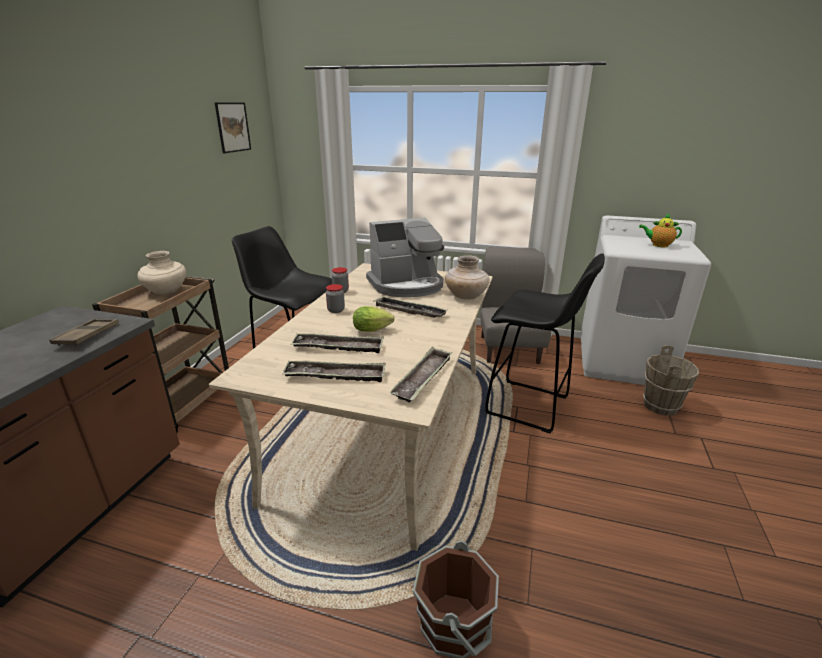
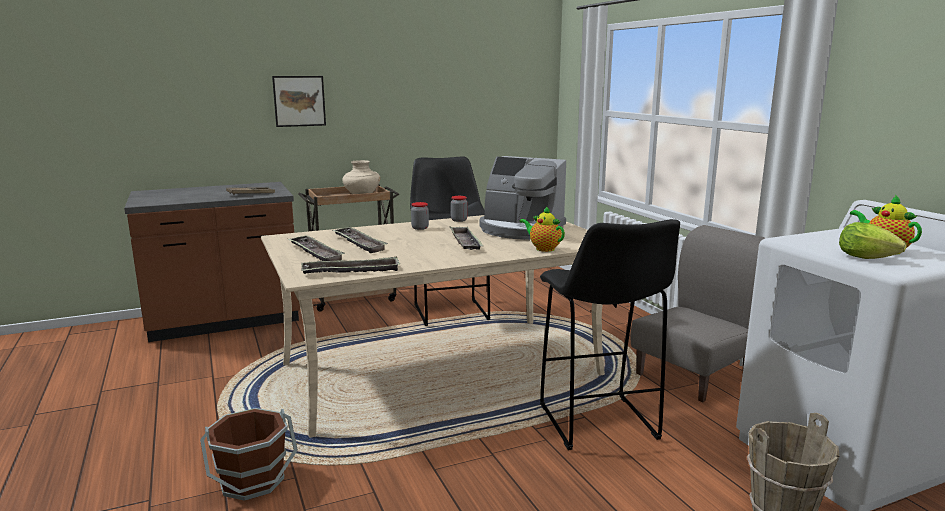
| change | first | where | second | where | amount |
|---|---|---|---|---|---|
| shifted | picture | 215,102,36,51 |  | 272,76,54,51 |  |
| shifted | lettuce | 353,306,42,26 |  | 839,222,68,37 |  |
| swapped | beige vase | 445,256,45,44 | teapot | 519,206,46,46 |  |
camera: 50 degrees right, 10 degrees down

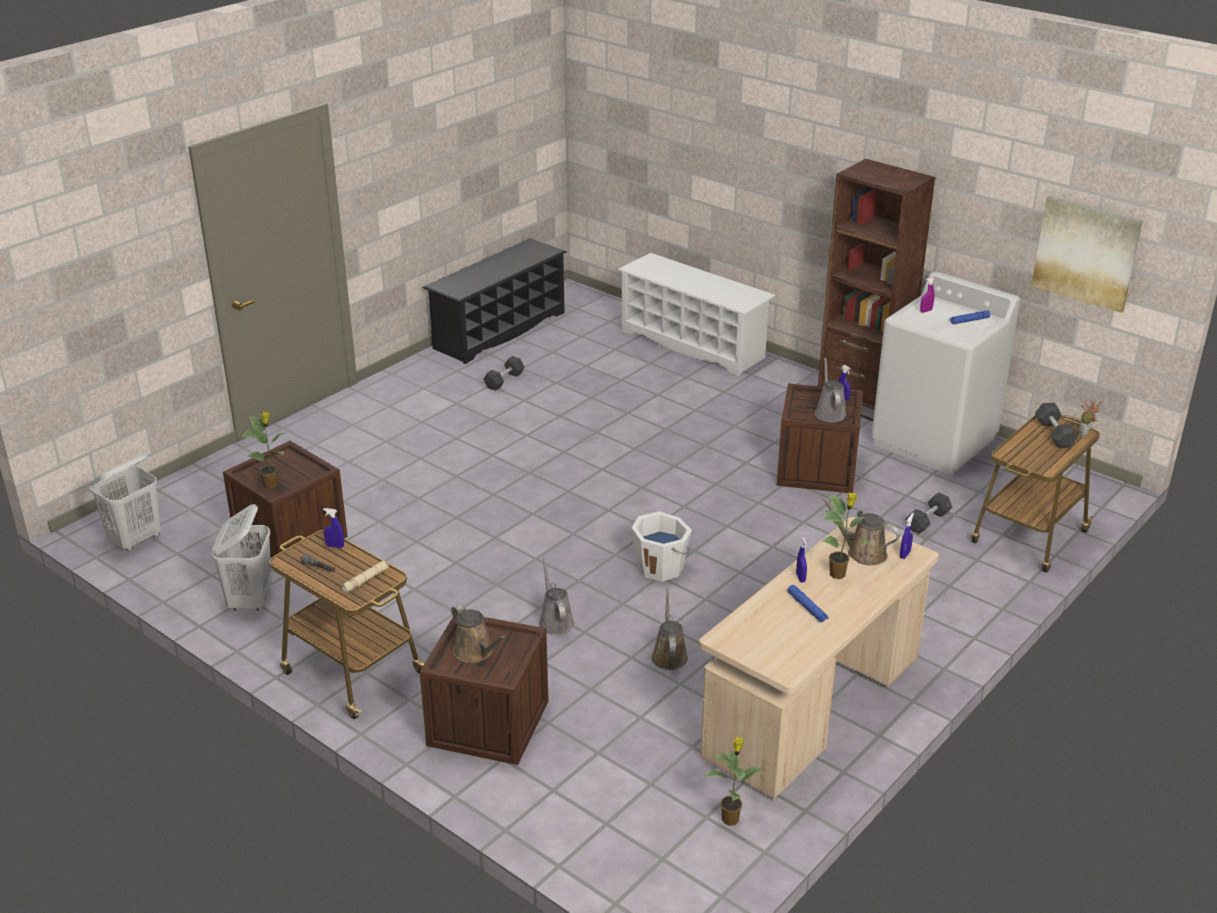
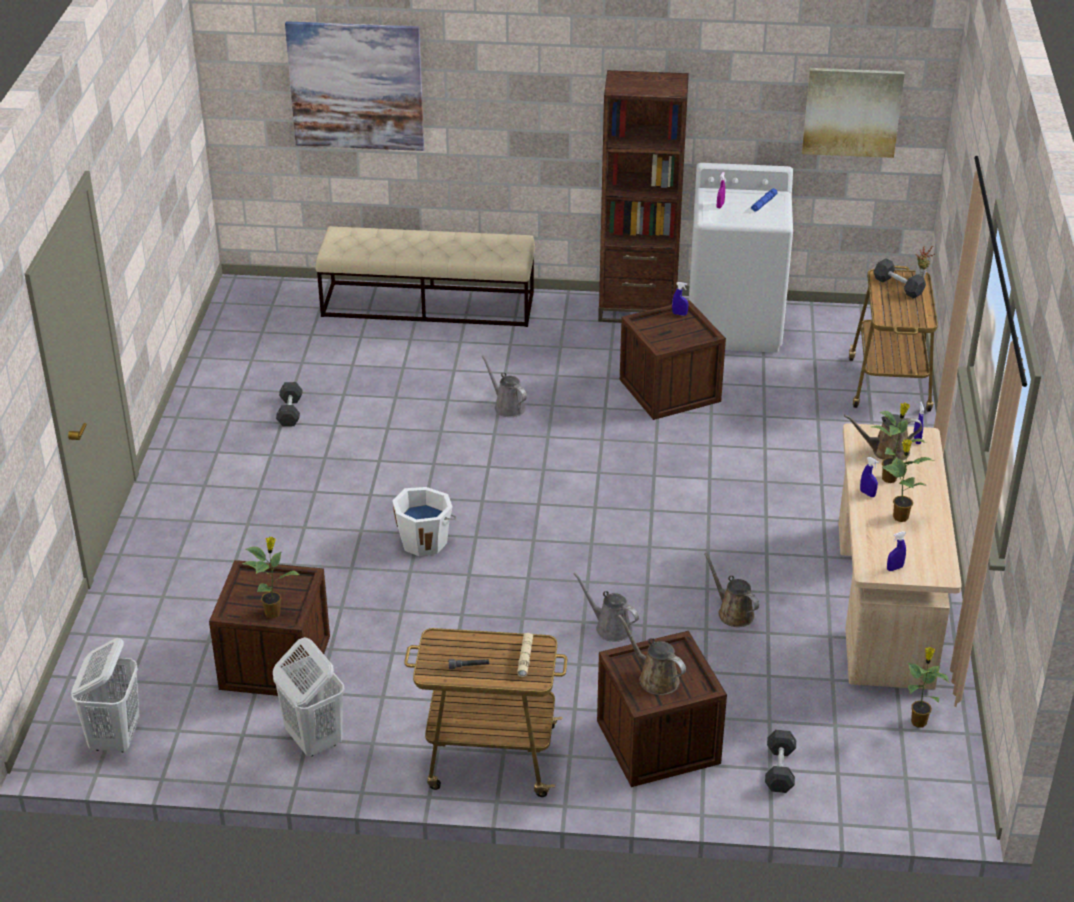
| change | first | where | second | where | amount |
|---|---|---|---|---|---|
| shifted | blue spray bottle | 323,508,21,40 |  | 887,531,19,40 |  |
| gone | black shoe rack | 422,238,145,126 |  |  |  |
| rotated | brown watering can | 451,604,55,59 |  | 618,615,68,80 | 150 degrees counterclockwise |
| swapped | white shoe rack | 618,253,157,123 | beige bench | 315,226,220,101 |  |
| shifted | white bucket | 632,511,60,71 |  | 392,487,64,69 |  |
| swapped | blue flashlight | 787,585,41,37 | potted plant | 882,439,52,83 |  |
| shifted | grey watering can | 815,357,31,65 |  | 482,355,45,62 |  |
| shifted | grey dumbbell | 906,492,46,42 |  | 765,730,31,63 |  |
| new |  |  | picture | 285,21,139,130 |  |
camera: 35 degrees left, 5 degrees up

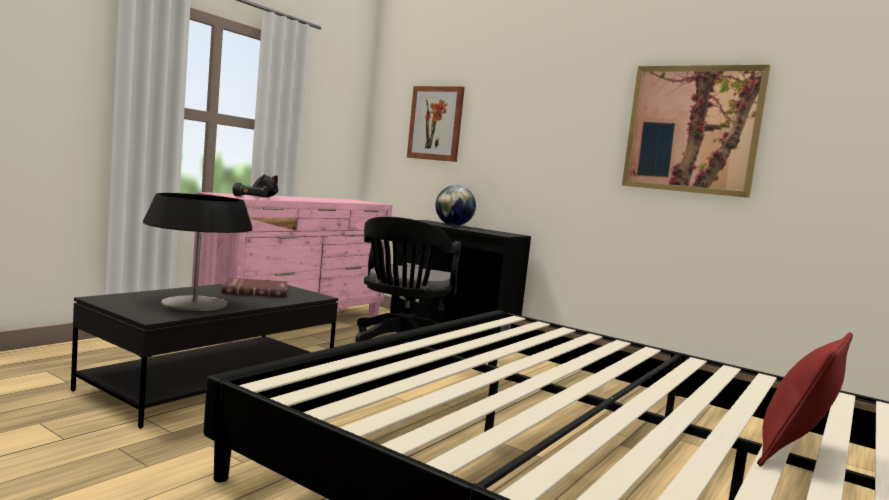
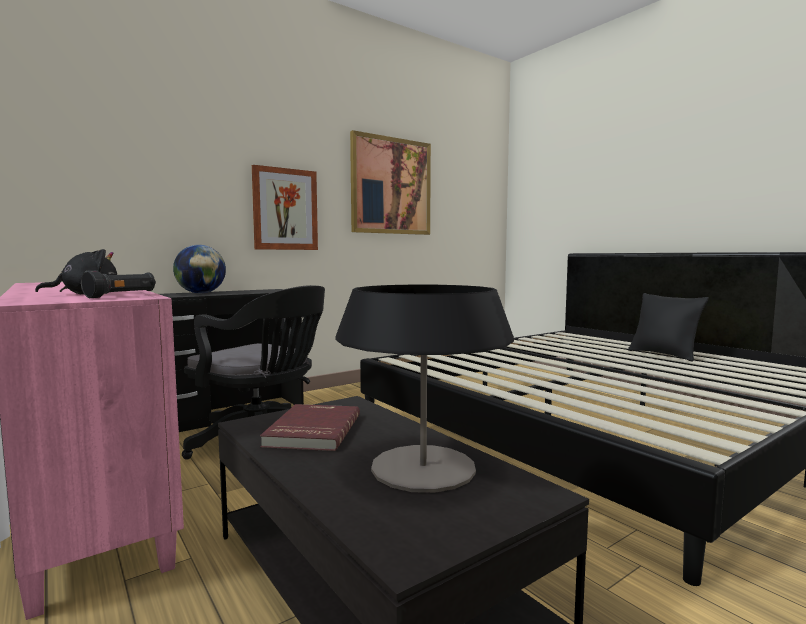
| change | first | where | second | where | amount |
|---|---|---|---|---|---|
| shifted | picture | 407,86,58,76 |  | 252,165,66,85 |  |
| repainted | red pillow | 757,332,96,134 | black pillow | 628,293,81,69 |  |
camera: 70 degrees left, 0 degrees up

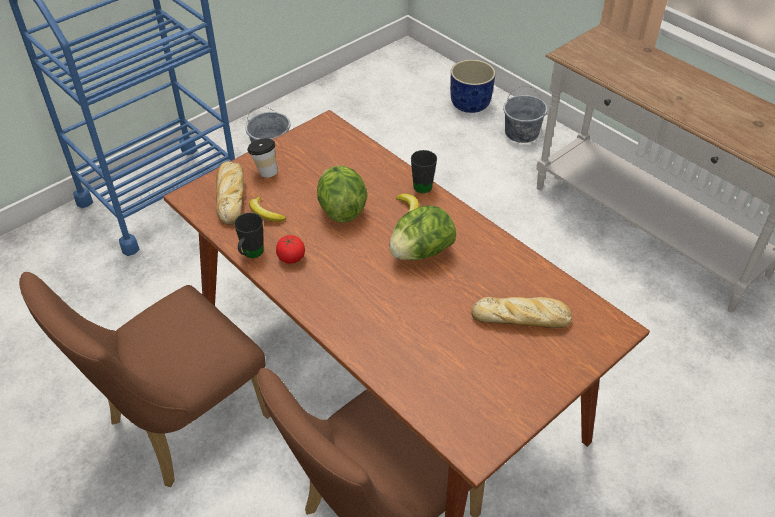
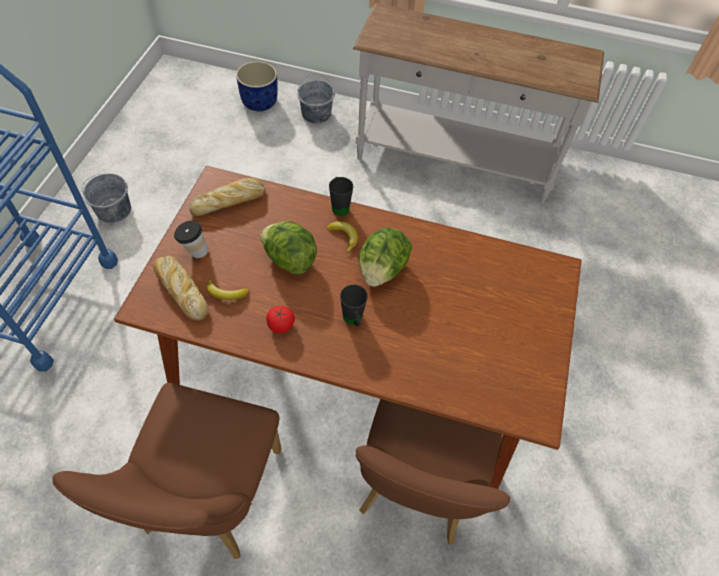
| change | first | where | second | where | amount |
|---|---|---|---|---|---|
| shifted | black mug | 234,213,29,45 |  | 340,285,28,41 |  |
| shifted | bread | 471,297,101,31 |  | 189,177,76,39 |  |
camera: 35 degrees left, 10 degrees up

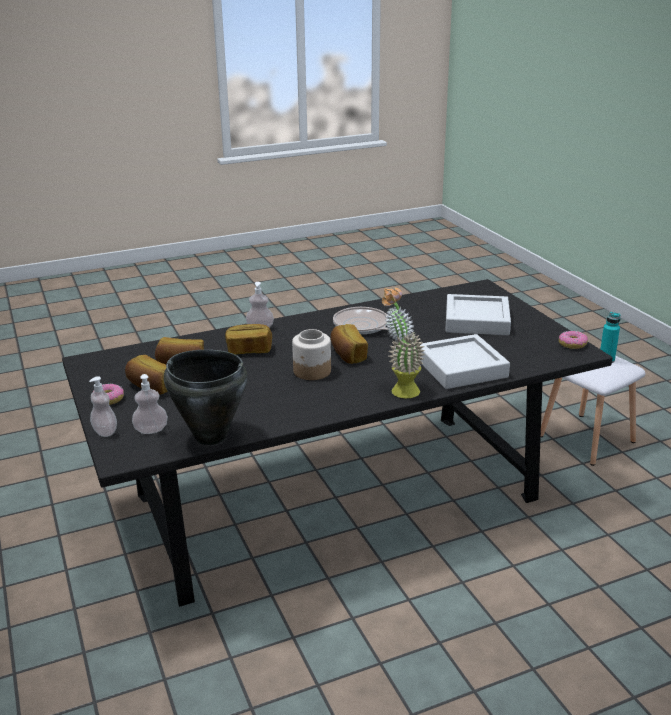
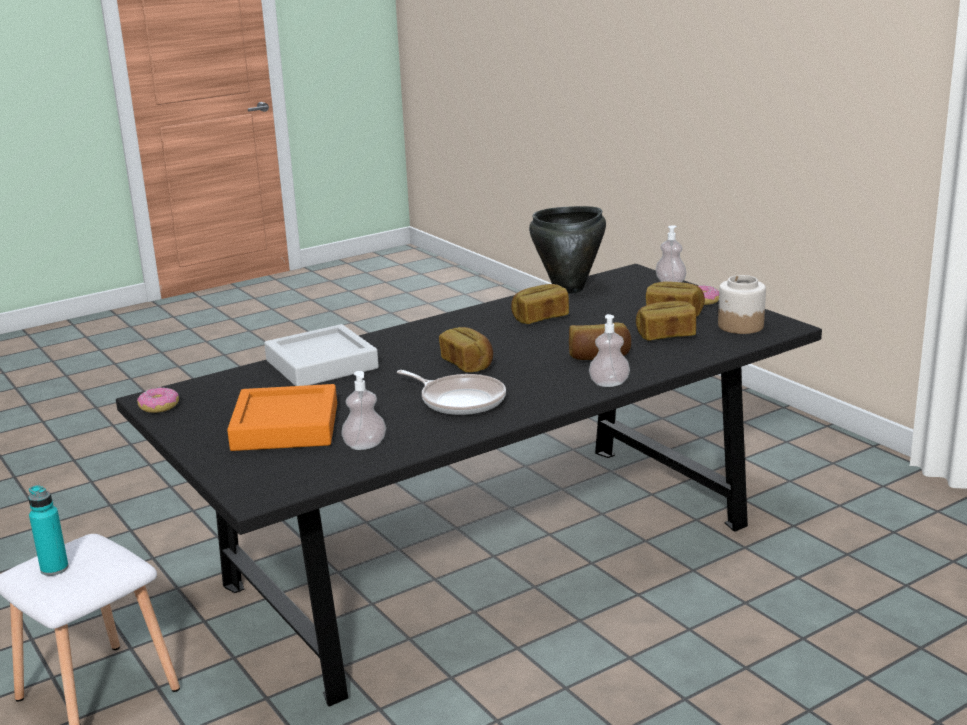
| change | first | where | second | where | amount |
|---|---|---|---|---|---|
| shifted | soap dispenser | 132,374,36,60 |  | 341,371,45,79 |  |
| shifted | jar | 292,329,39,51 |  | 718,275,48,59 |  |
| gone | potted plant | 382,288,43,110 |  |  |  |
| repainted | grey tray | 445,294,66,41 | orange tray | 227,384,110,67 |  |
| new |  |  | bread | 511,284,58,40 |  |
camera: 170 degrees right, 5 degrees down

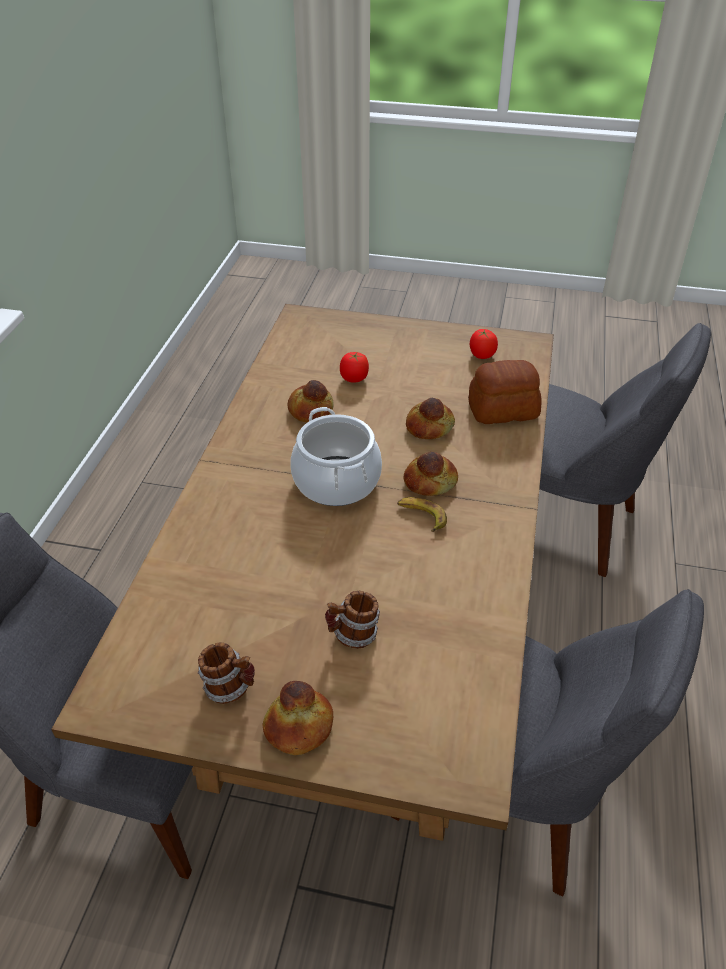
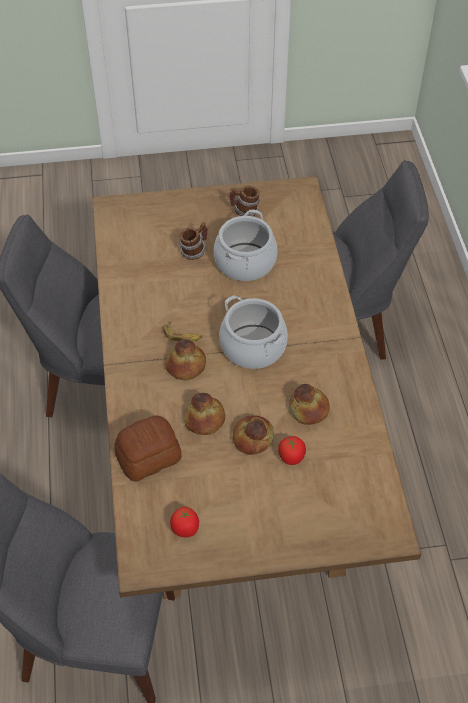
| change | first | where | second | where | amount |
|---|---|---|---|---|---|
| shifted | bread | 262,681,71,74 |  | 233,415,41,40 |  |
| new |  |  | cooking pot | 214,210,63,71 |  |
camera: 160 degrees right, 10 degrees up

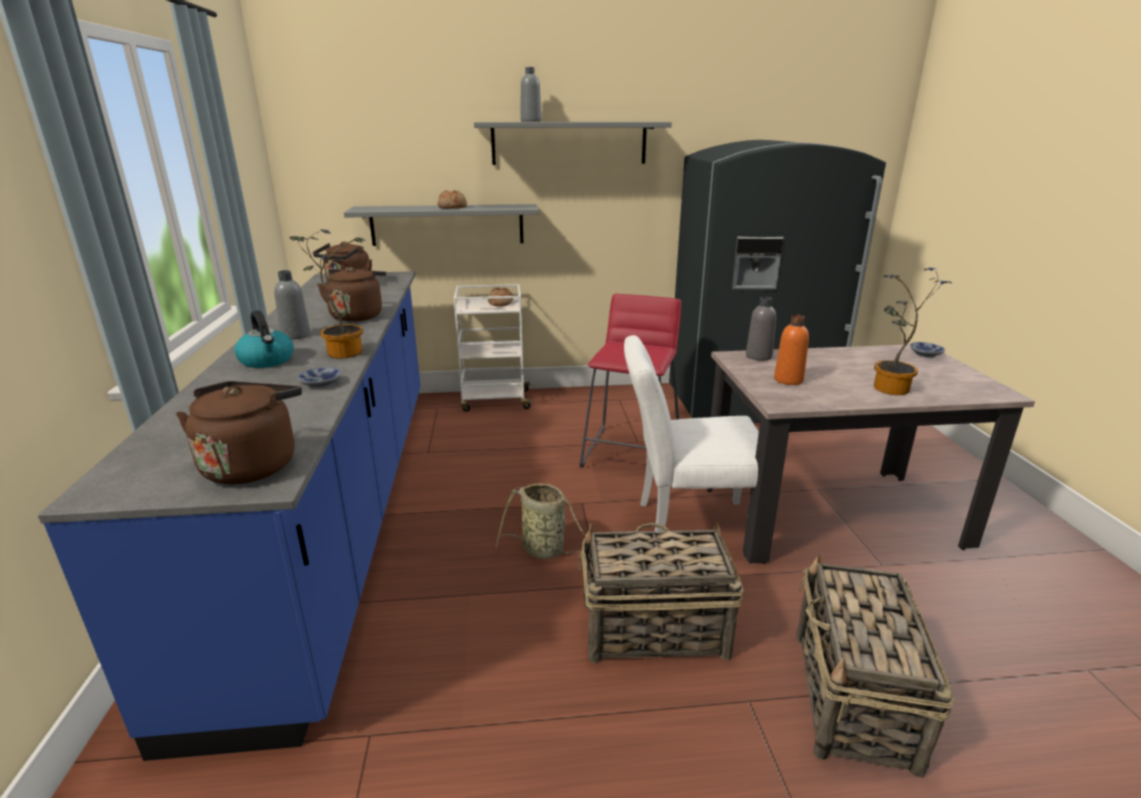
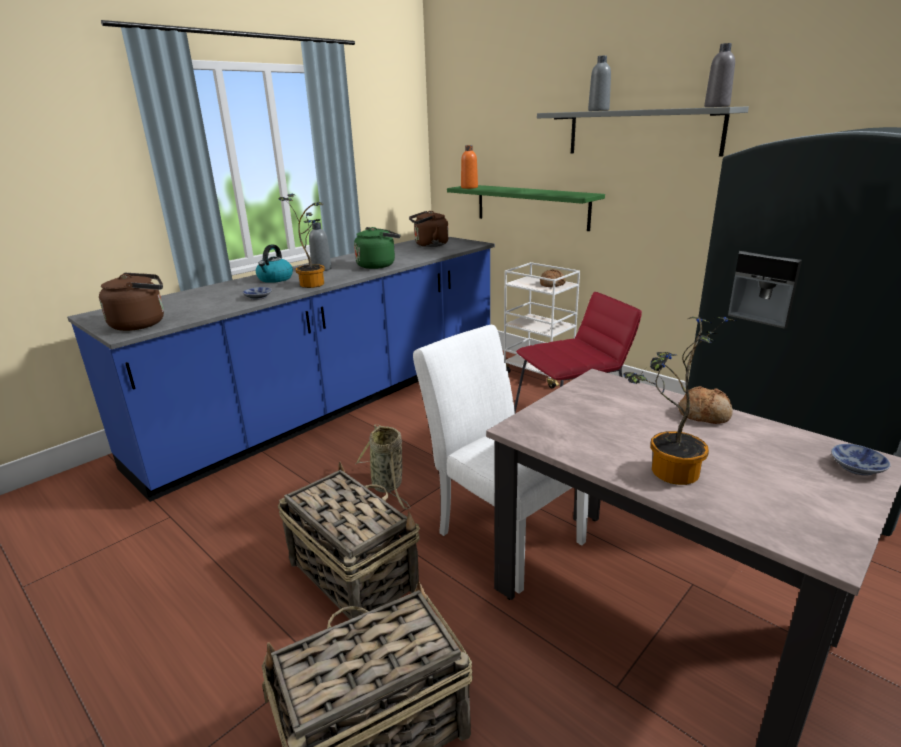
| change | first | where | second | where | amount |
|---|---|---|---|---|---|
| repainted | brown kettle | 317,267,69,55 | green kettle | 354,227,46,42 |  |
| repainted | grey shelf | 344,204,195,42 | green shelf | 447,185,158,46 |  |
| shifted | bread | 438,190,29,19 |  | 678,386,55,38 |  |
| shifted | grey bottle | 746,296,30,65 |  | 704,43,31,64 |  |
| shifted | orange bottle | 774,315,35,70 |  | 461,145,17,44 |  |
camera: 50 degrees right, 0 degrees up

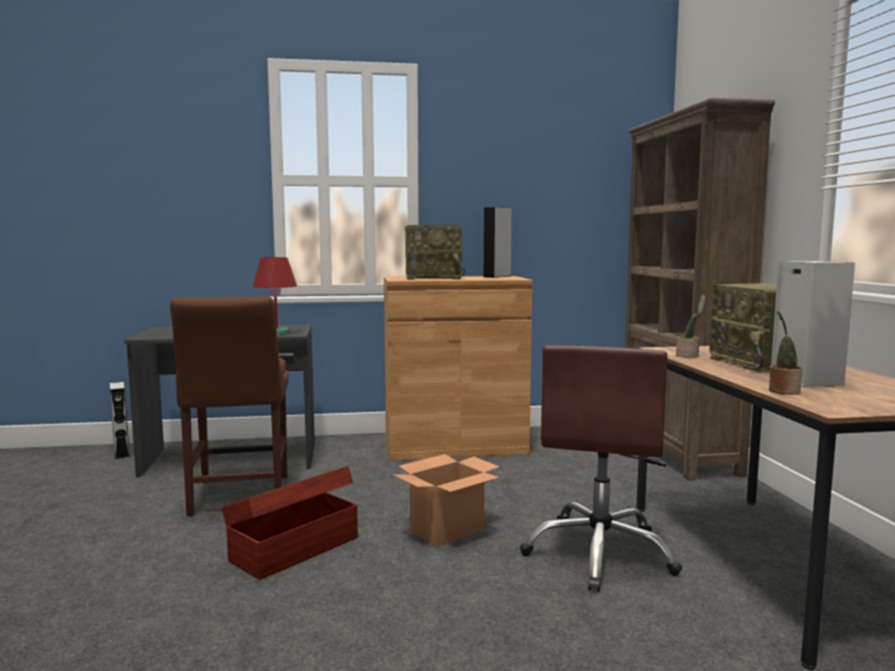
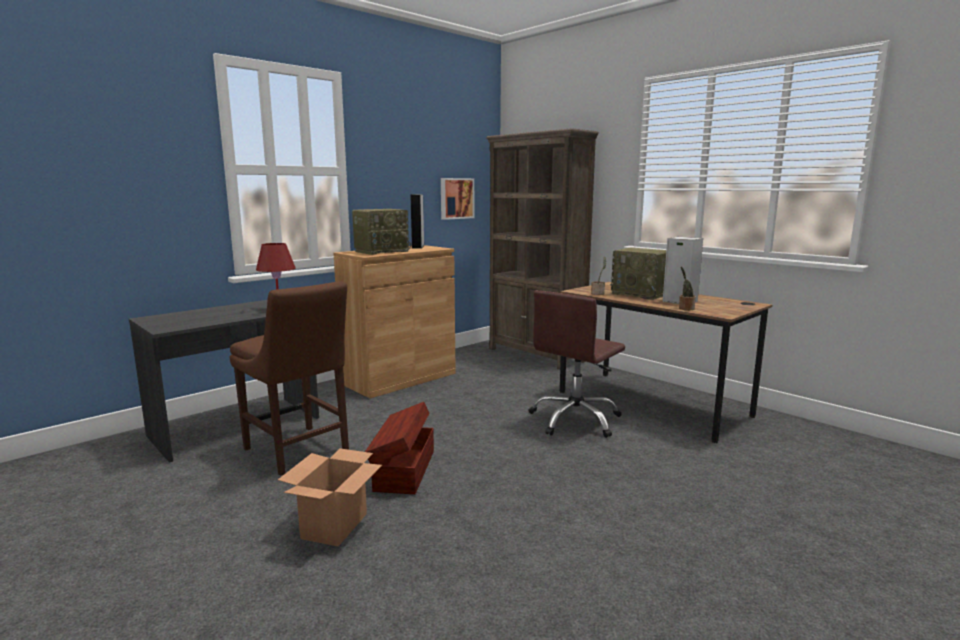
| change | first | where | second | where | amount |
|---|---|---|---|---|---|
| gone | grey speaker | 109,382,21,77 |  |  |  |
| shifted | cardboard box | 394,454,106,93 |  | 278,448,104,98 |  |
| rotated | brown office chair | 520,345,162,247 |  | 529,290,96,148 | 60 degrees clockwise |
| new |  |  | picture | 441,178,33,42 |  |
camera: 35 degrees left, 5 degrees up

